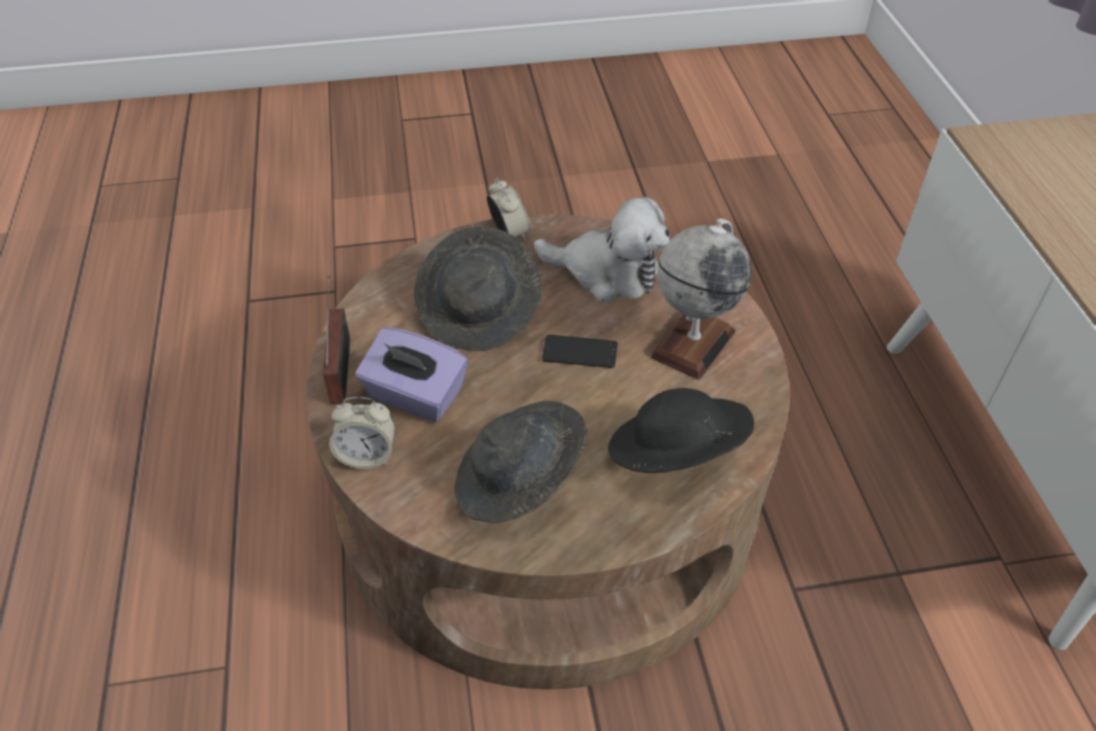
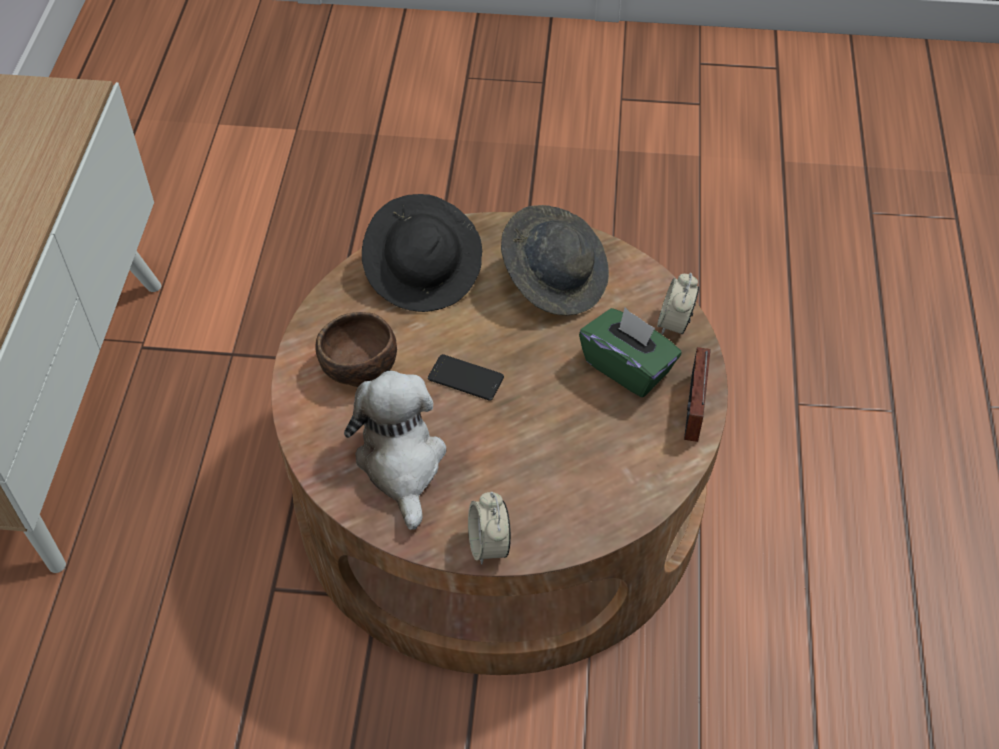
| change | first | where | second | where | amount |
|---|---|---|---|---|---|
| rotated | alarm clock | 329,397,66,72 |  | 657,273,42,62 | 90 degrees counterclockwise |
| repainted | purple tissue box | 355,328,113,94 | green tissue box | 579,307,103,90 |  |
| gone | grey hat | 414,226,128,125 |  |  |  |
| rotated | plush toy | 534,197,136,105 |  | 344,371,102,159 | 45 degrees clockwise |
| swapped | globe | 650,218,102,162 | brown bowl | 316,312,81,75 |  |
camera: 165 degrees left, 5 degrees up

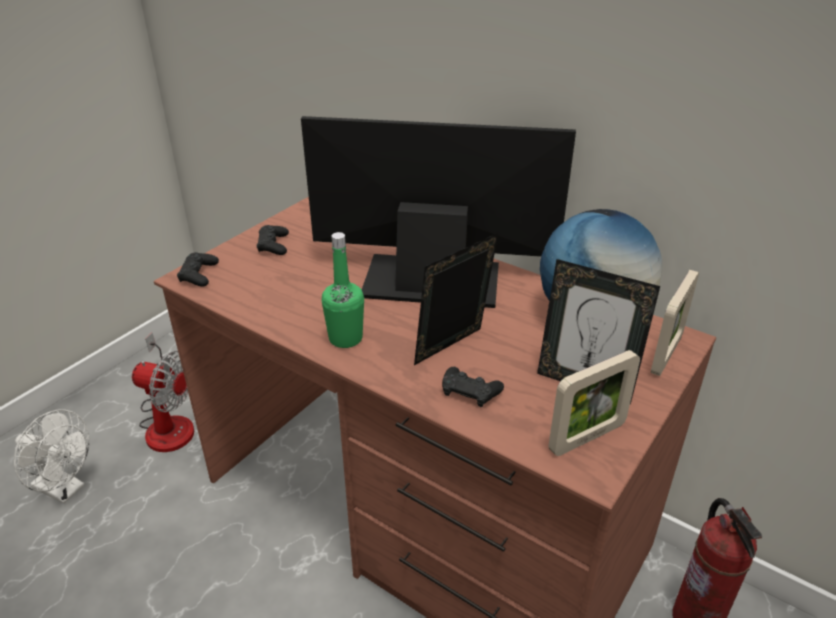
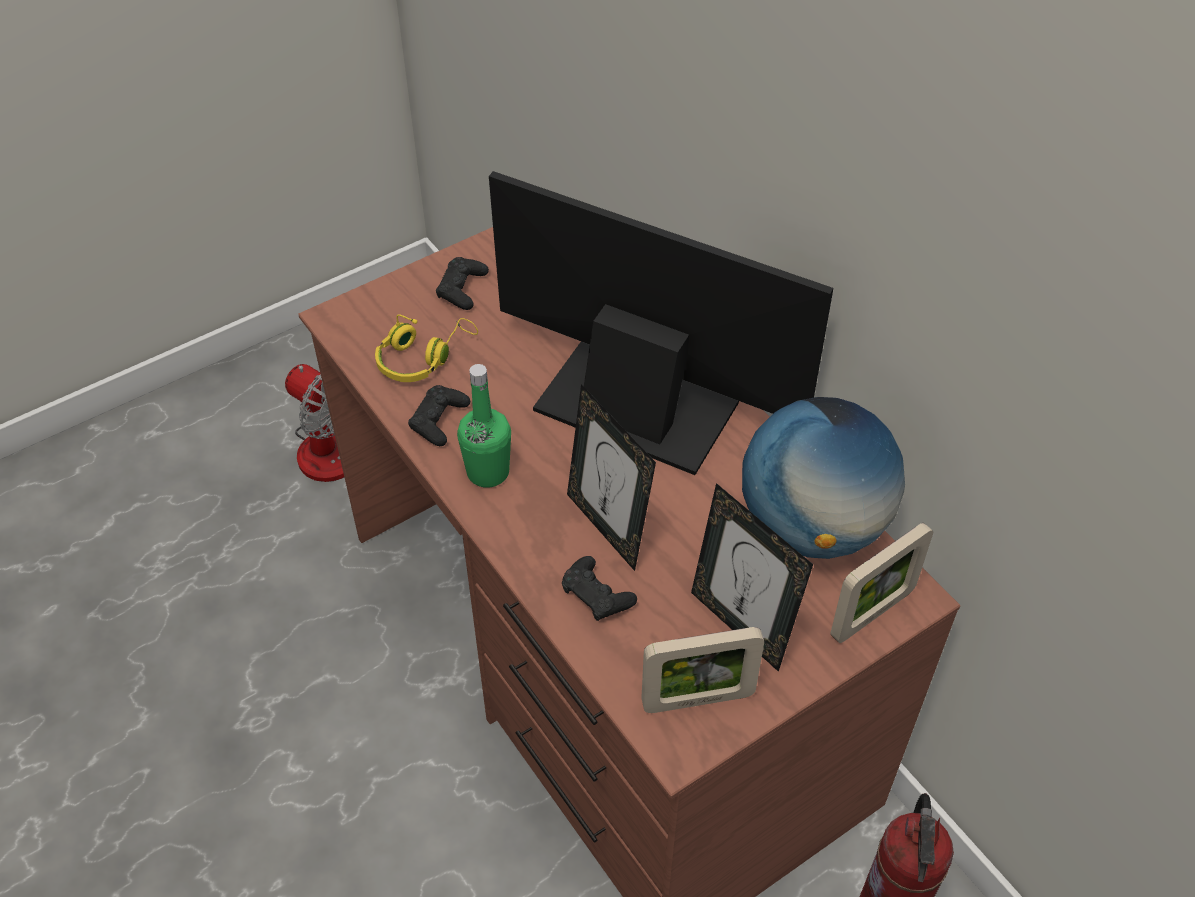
| change | first | where | second | where | amount |
|---|---|---|---|---|---|
| gone | white fan | 14,410,75,94 |  |  |  |
| shifted | black game controller | 177,252,42,35 |  | 408,385,62,61 |  |
| rotated | picture frame | 414,233,84,132 |  | 567,384,89,187 | 105 degrees counterclockwise |
| new |  |  | yellow headphones | 375,315,103,67 |  |
camera: 20 degrees right, 15 degrees up

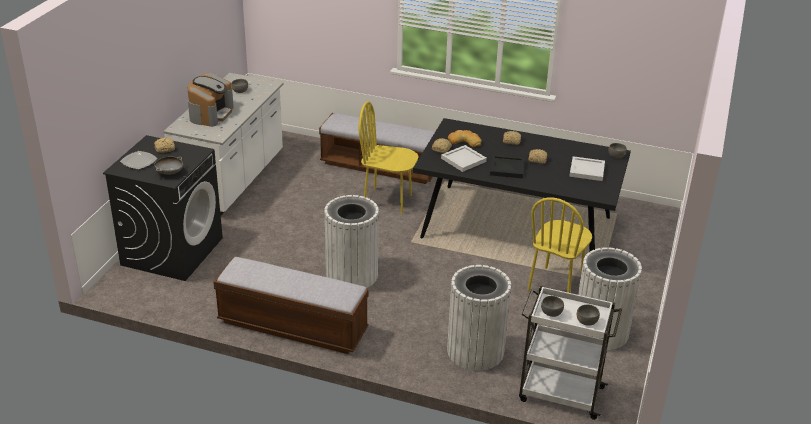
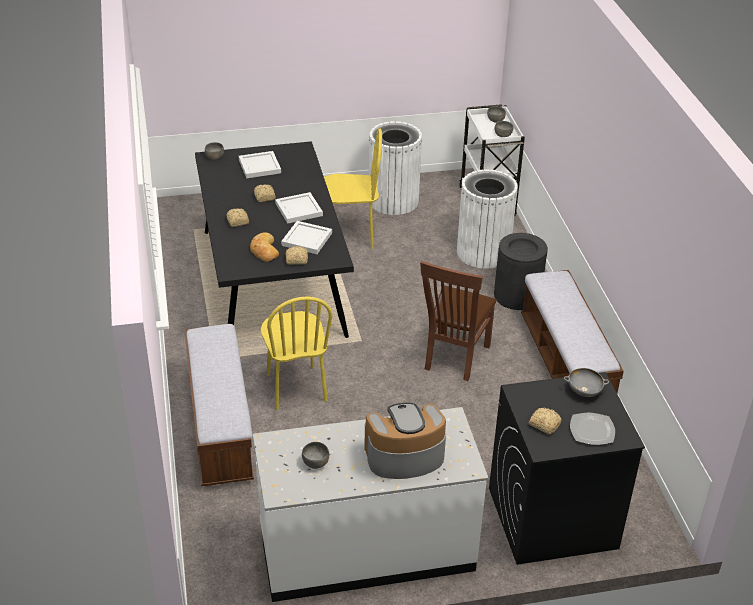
| change | first | where | second | where | amount |
|---|---|---|---|---|---|
| swapped | white trash can | 324,195,55,93 | brown chair | 420,261,77,120 |  |
| repainted | black tray | 490,155,34,23 | white tray | 275,192,48,32 |  |
| new |  |  | black trash can | 494,233,54,77 |  |
camera: 120 degrees left, 5 degrees up

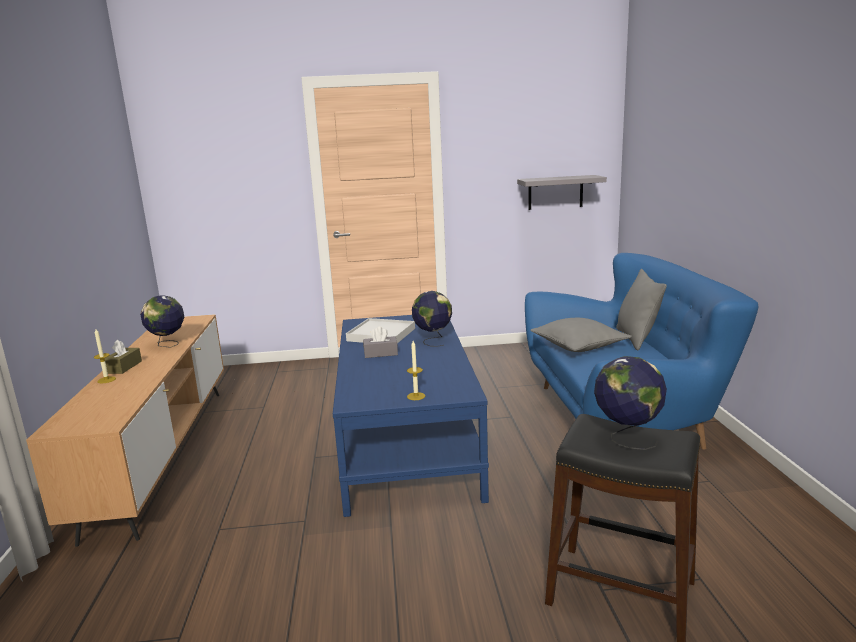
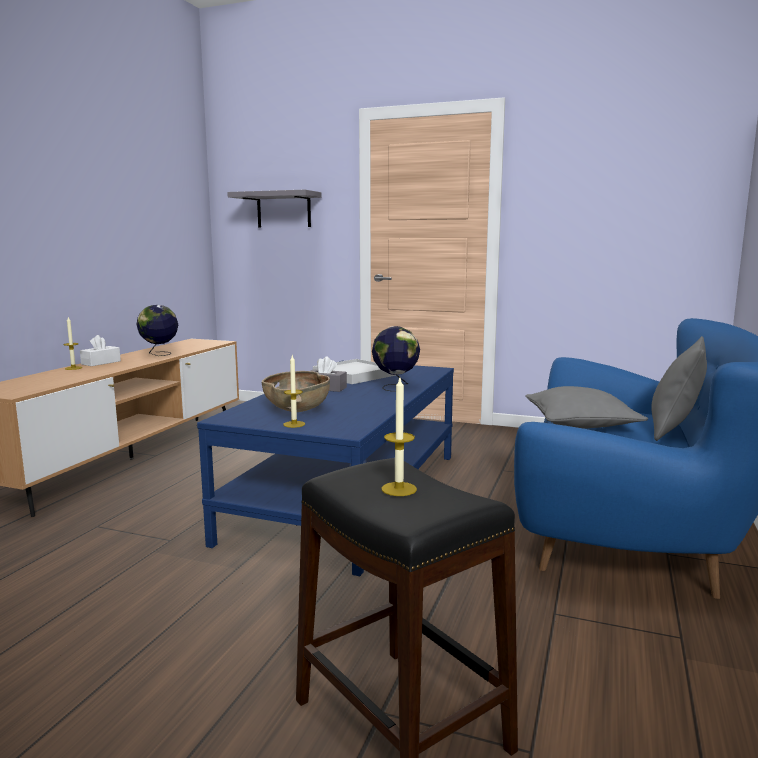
| change | first | where | second | where | amount |
|---|---|---|---|---|---|
| repainted | brown tissue box | 105,340,37,34 | white tissue box | 80,335,41,31 |  |
| shifted | grey shelf | 517,175,90,35 |  | 227,190,95,38 |  |
| swapped | globe | 594,356,73,94 | candle | 382,378,35,118 |  |
| new |  |  | brown bowl | 262,371,68,41 |  |
camera: 25 degrees right, 5 degrees down

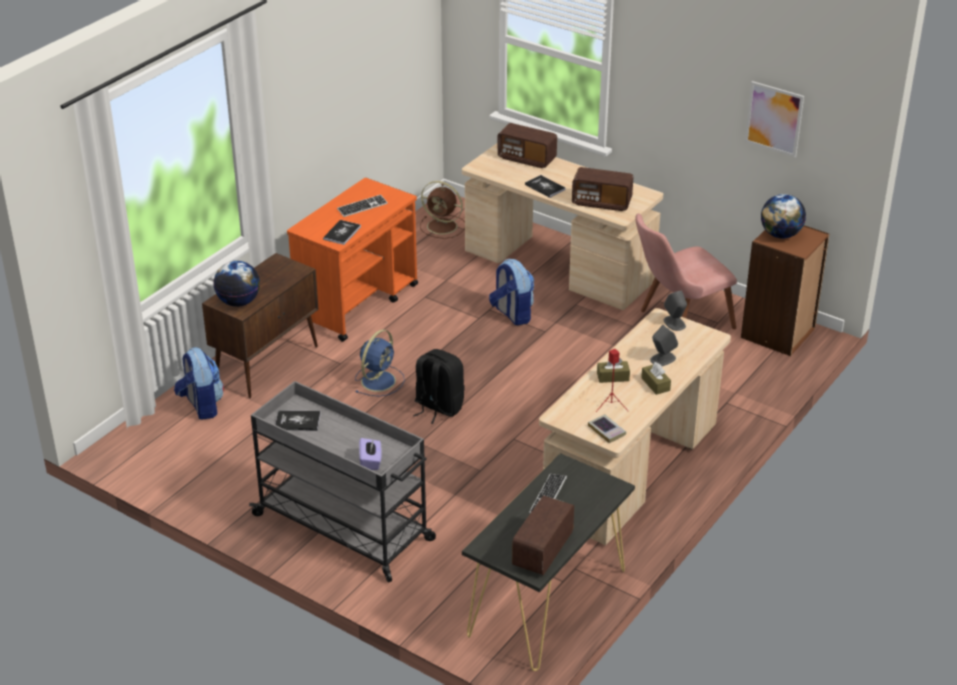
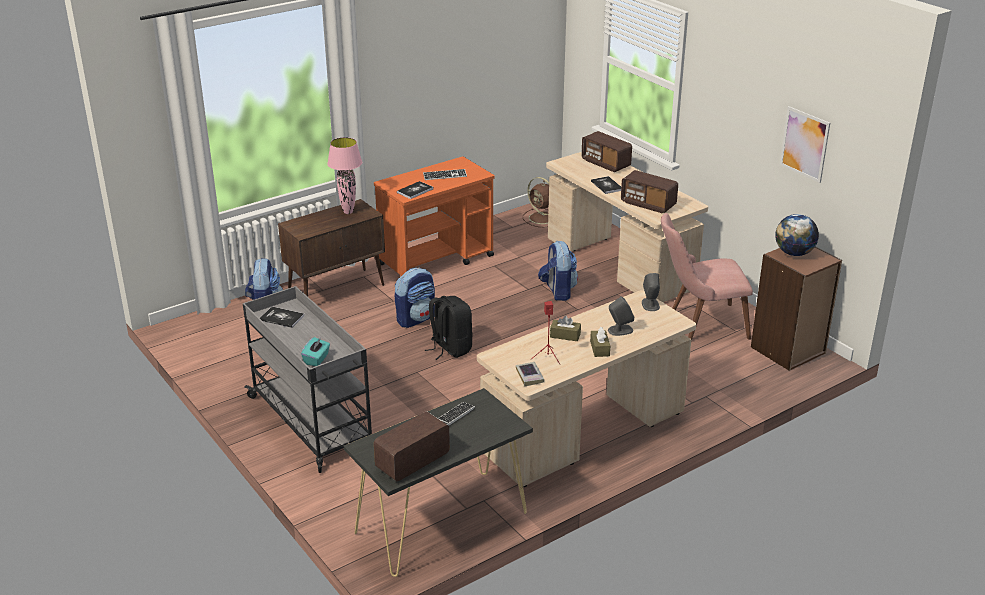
| change | first | where | second | where | amount |
|---|---|---|---|---|---|
| gone | globe | 214,261,46,46 |  |  |  |
| swapped | blue fan | 355,329,50,68 | backpack | 394,268,41,60 |  |
| repainted | purple tissue box | 359,438,23,32 | turquoise tissue box | 301,337,29,29 |  |
| new |  |  | pink table lamp | 327,137,35,77 |  |
camera: 20 degrees right, 5 degrees down

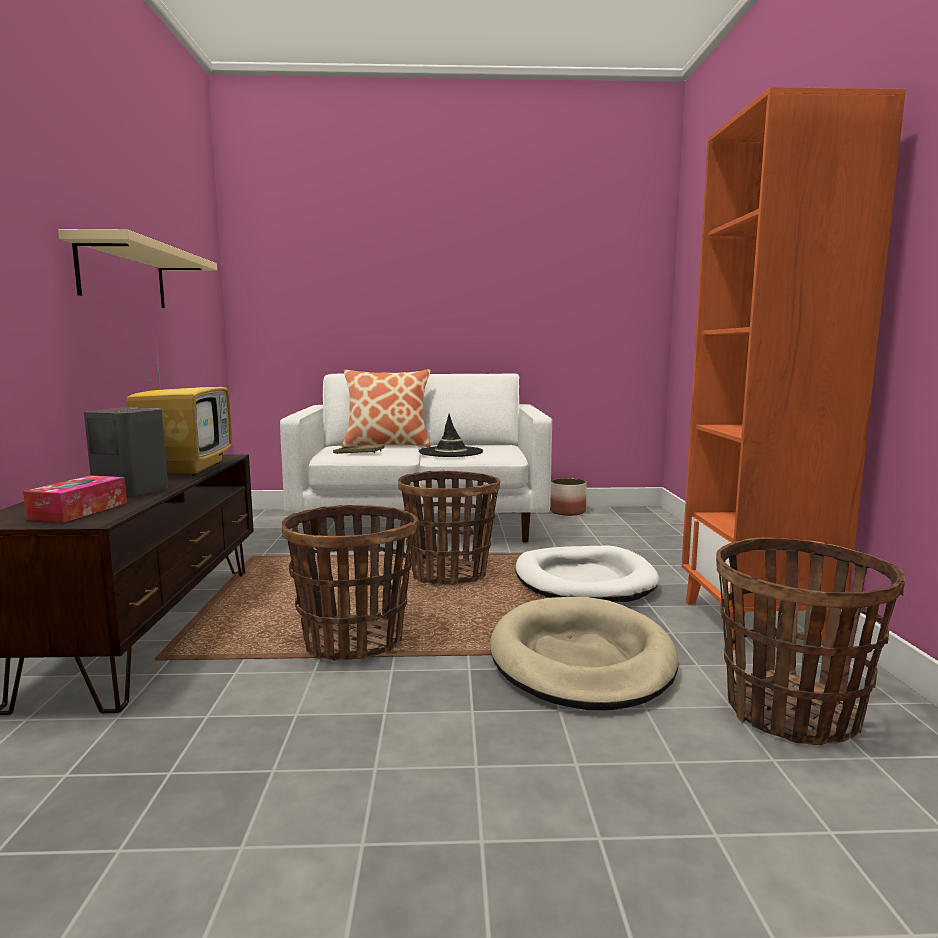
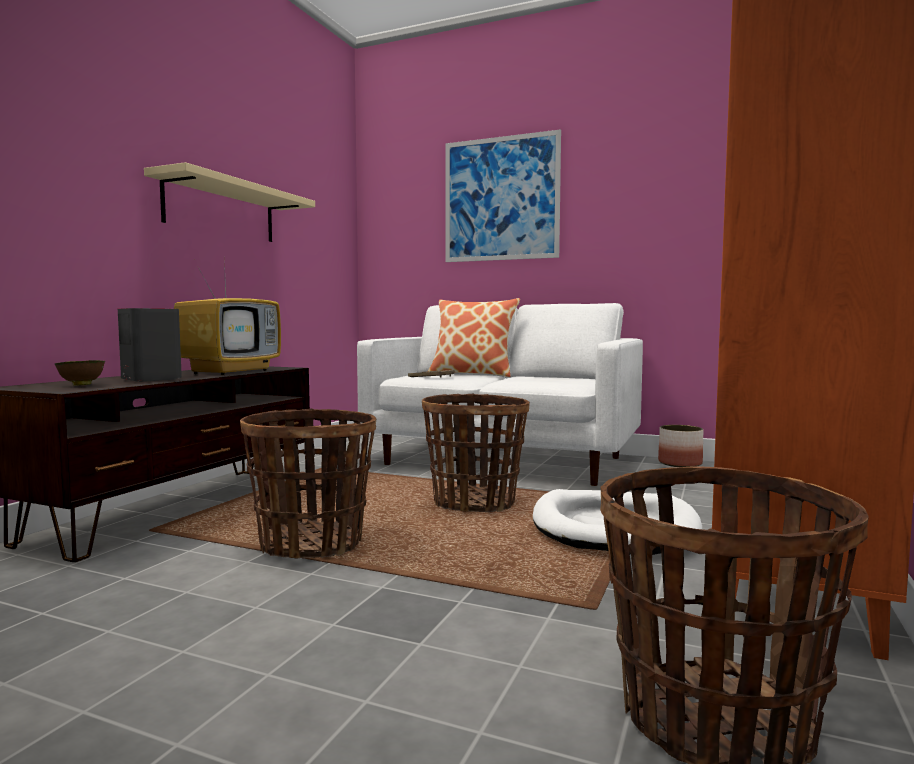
| change | first | where | second | where | amount |
|---|---|---|---|---|---|
| swapped | tissue box | 23,475,104,48 | brown bowl | 55,360,50,25 |  |
| gone | black hat | 419,414,64,43 |  |  |  |
| gone | beige dog bed | 490,597,188,113 |  |  |  |
| new |  |  | picture | 445,129,116,133 |  |
camera: 25 degrees right, 5 degrees down

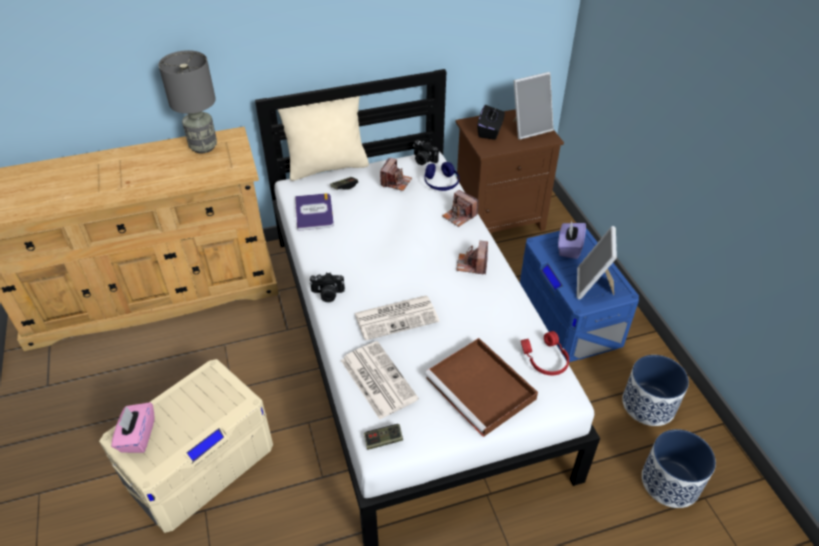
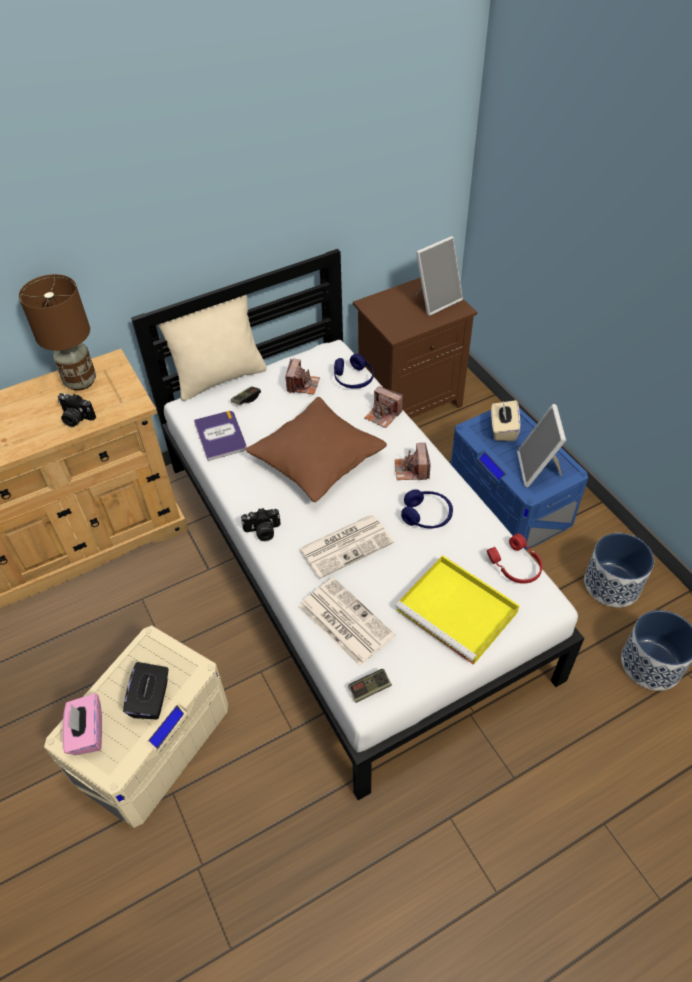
| change | first | where | second | where | amount |
|---|---|---|---|---|---|
| repainted | grey table lamp | 158,50,59,103 | brown table lamp | 19,274,77,117 |  |
| shifted | photo camera | 413,140,26,25 |  | 57,393,39,34 |  |
| repainted | brown tray | 425,338,113,99 | yellow tray | 396,555,124,110 |  |
| shifted | black tissue box | 477,105,28,35 |  | 123,662,45,57 |  |
| repainted | purple tissue box | 558,221,28,38 | beige tissue box | 491,400,29,41 |  |
| new |  |  | brown pillow | 246,397,141,105 |  |
| new |  |  | blue headphones | 401,489,52,40 |  |
camera: 10 degrees left, 5 degrees up

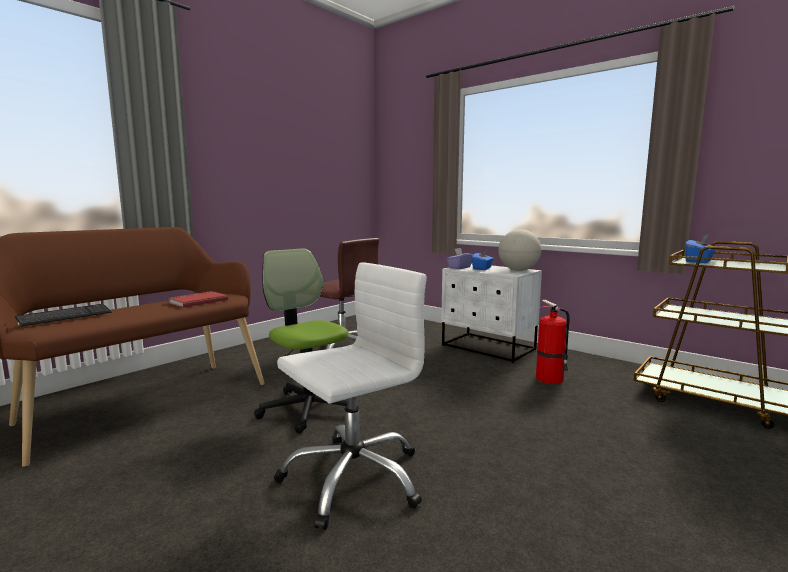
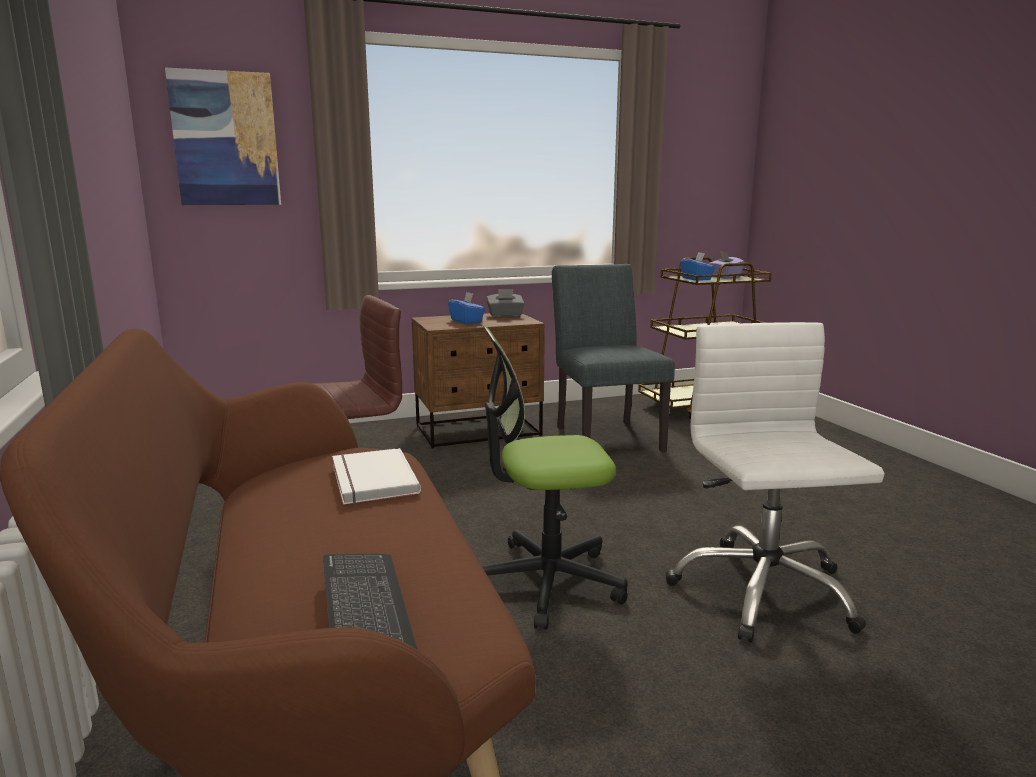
| change | first | where | second | where | amount |
|---|---|---|---|---|---|
| repainted | red book | 168,291,60,16 | white book | 332,448,89,56 |  |
| repainted | white nightstand | 441,264,101,99 | brown nightstand | 412,313,133,136 |  |
| shifted | purple tissue box | 447,248,26,21 |  | 708,251,36,28 |  |
| swapped | globe | 498,229,43,42 | grey tissue box | 486,289,38,29 |  |
| swapped | fire extinguisher | 536,300,34,84 | grey chair | 552,264,123,188 |  |
| new |  |  | picture | 165,68,116,137 |  |
camera: 60 degrees left, 5 degrees up

